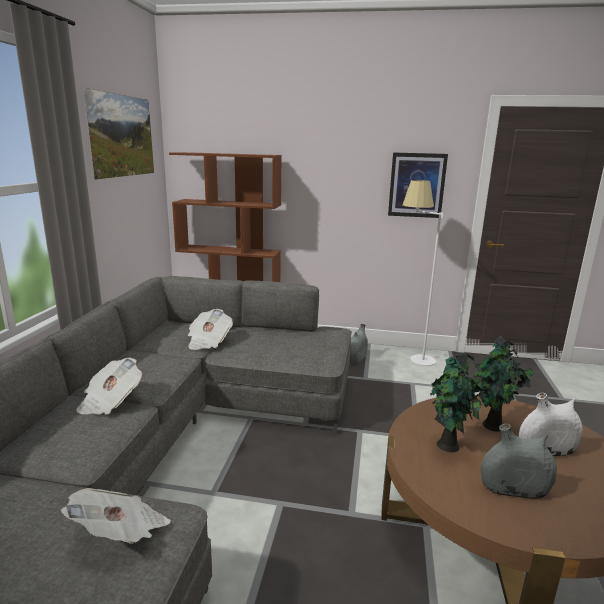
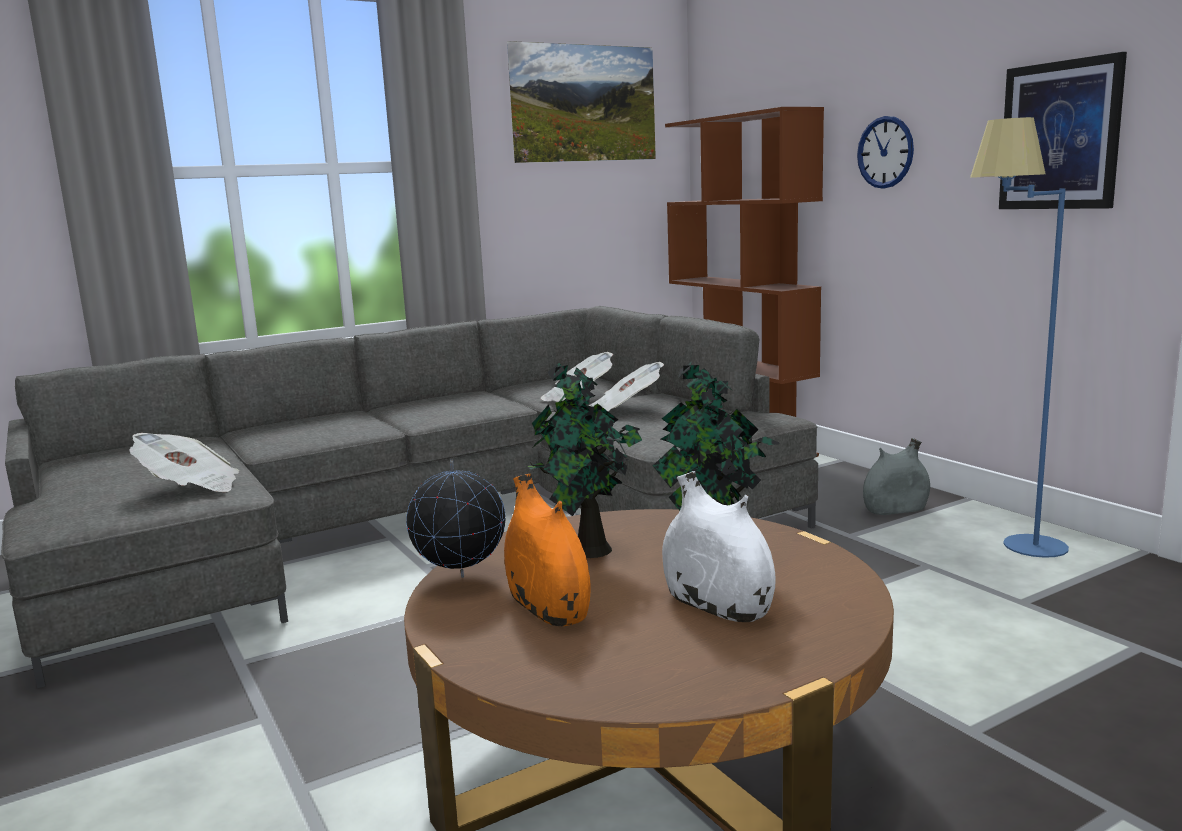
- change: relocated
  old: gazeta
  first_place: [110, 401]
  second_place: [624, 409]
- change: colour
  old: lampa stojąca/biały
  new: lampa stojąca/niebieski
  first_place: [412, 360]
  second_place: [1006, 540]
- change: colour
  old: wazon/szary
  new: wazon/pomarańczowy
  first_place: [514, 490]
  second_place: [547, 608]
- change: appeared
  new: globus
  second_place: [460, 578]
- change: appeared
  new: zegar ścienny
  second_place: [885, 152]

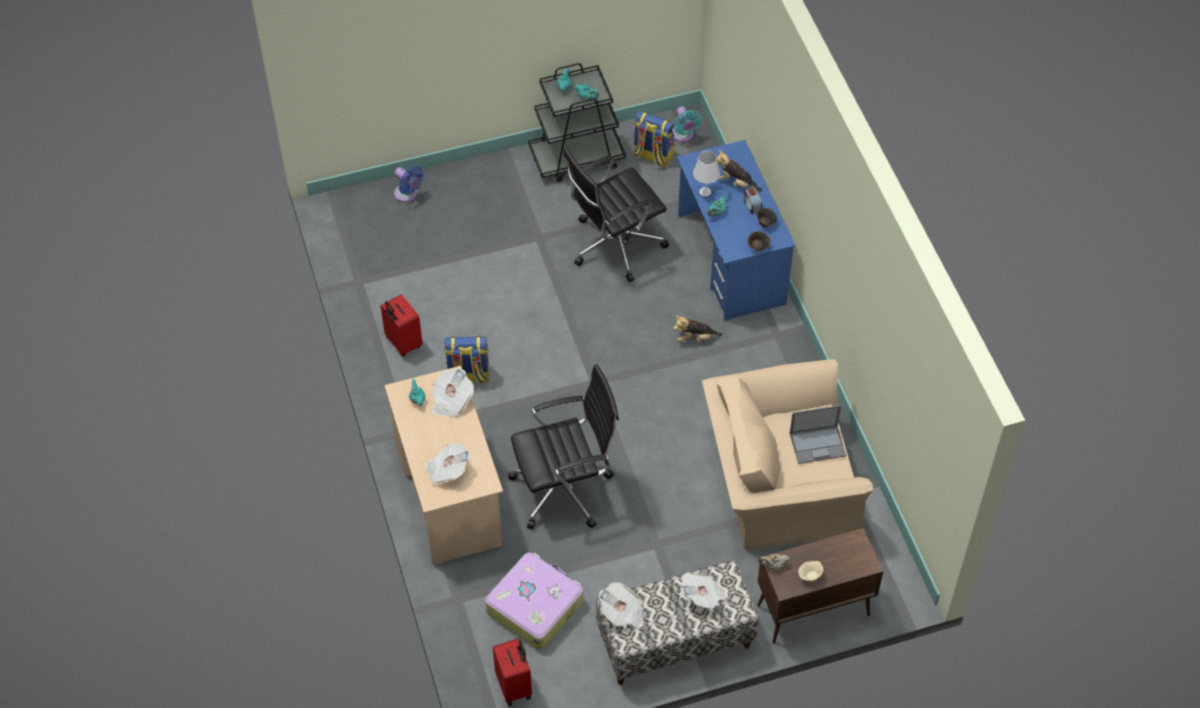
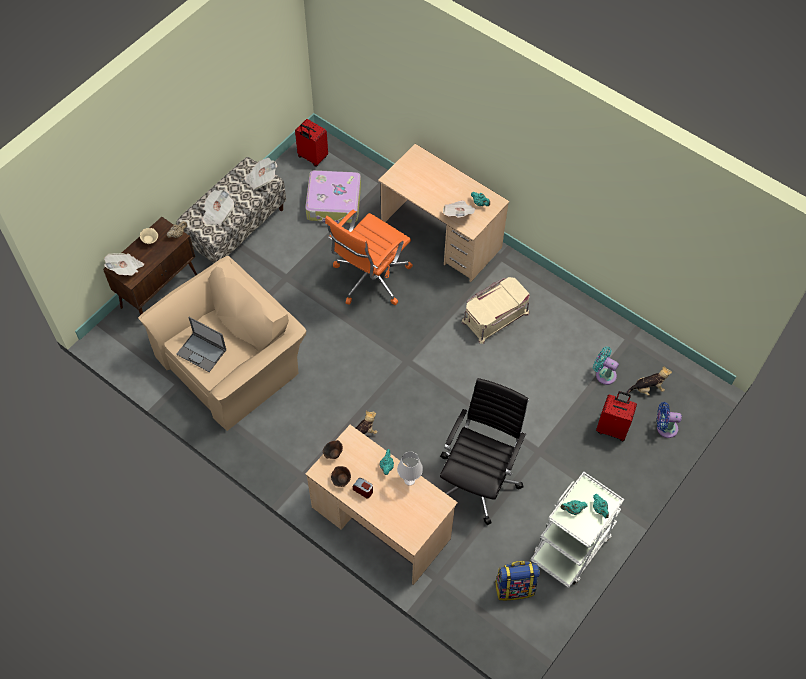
- change: relocated
  old: walizka/czerwony
  first_place: [402, 343]
  second_place: [612, 428]
- change: relocated
  old: gazeta
  first_place: [447, 470]
  second_place: [126, 269]
- change: exchanged
  old: plecak
  new: pojemnik do przechowywania/beżowy
  first_place: [468, 375]
  second_place: [495, 316]
- change: colour
  old: krzesło biurowe/czarny
  new: krzesło biurowe/pomarańczowy
  first_place: [565, 489]
  second_place: [369, 278]
- change: colour
  old: wózek/czarny
  new: wózek/biały
  first_place: [577, 157]
  second_place: [572, 545]
- change: relocated
  old: wentylator/turkusowy
  first_place: [683, 135]
  second_place: [603, 374]
- change: colour
  old: biurko/niebieski
  new: biurko/beżowy
  first_place: [731, 259]
  second_place: [380, 522]
- change: relocated
  old: pluszak
  first_place: [735, 183]
  second_place: [647, 388]
- change: spun
  old: laptop
  first_place: [818, 444]
  second_place: [202, 352]
  degrees: -105

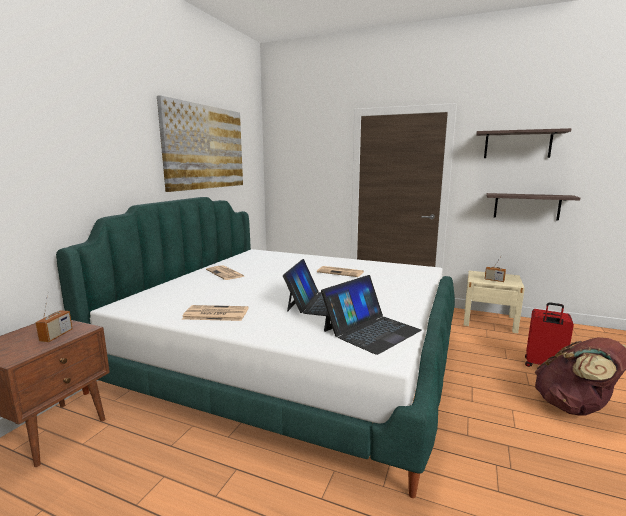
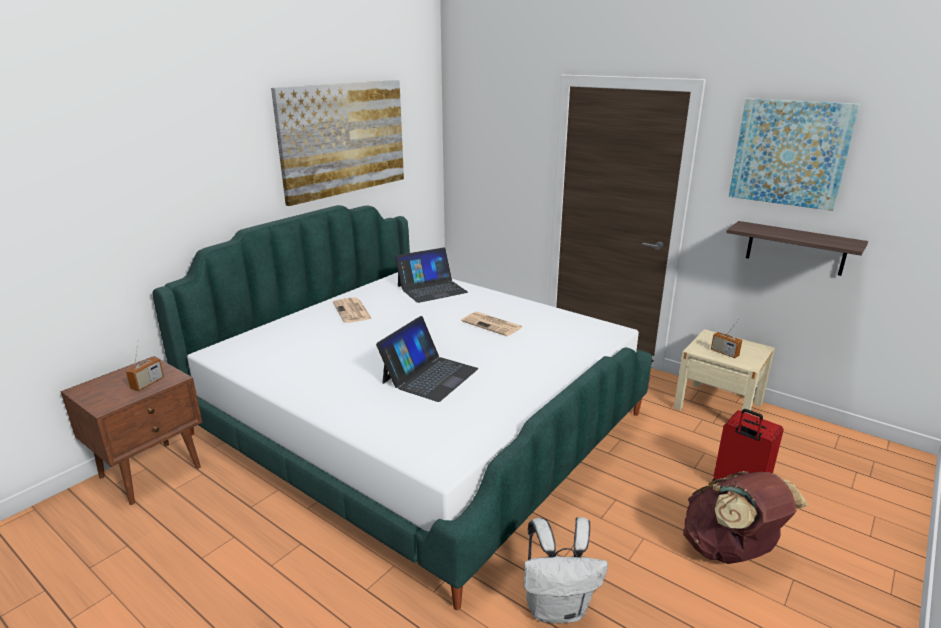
- change: missing
  old: gazeta
  first_place: [215, 314]
- change: relocated
  old: laptop
  first_place: [371, 330]
  second_place: [432, 289]
- change: exchanged
  old: półka
  new: obraz
  first_place: [517, 145]
  second_place: [790, 153]
- change: appeared
  new: plecak/biały
  second_place: [557, 607]

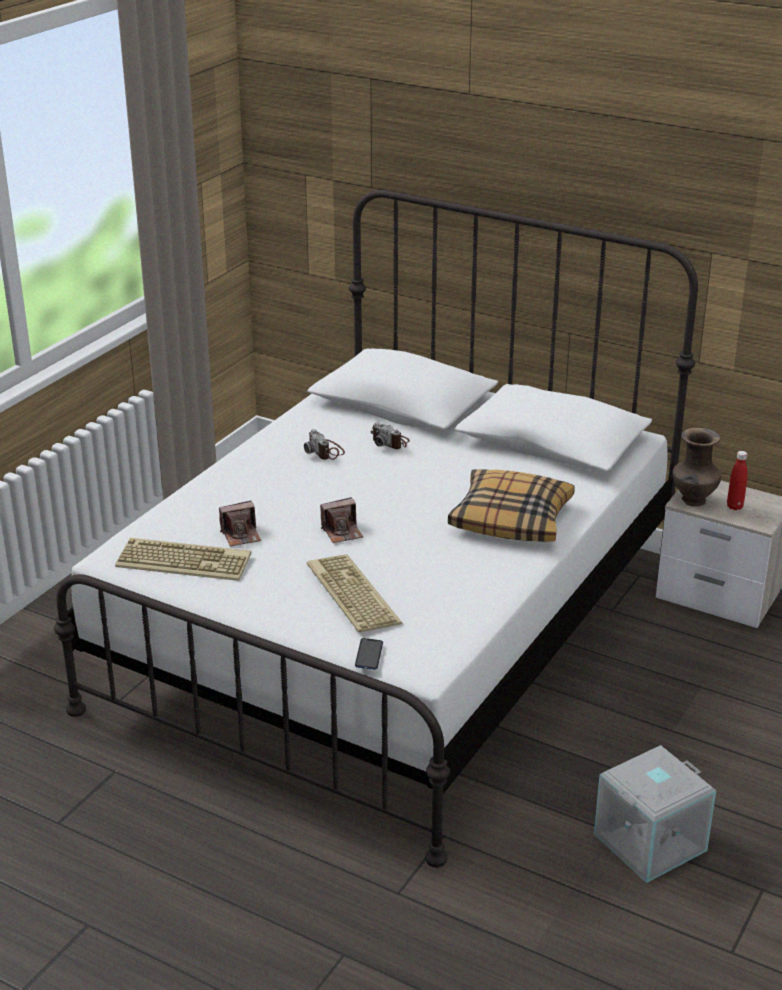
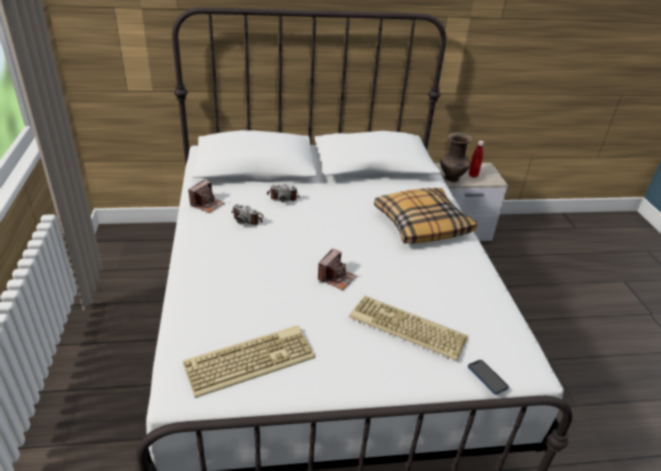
- change: relocated
  old: aparat fotograficzny
  first_place: [241, 535]
  second_place: [207, 204]
- change: missing
  old: pojemnik do przechowywania/szary
  first_place: [649, 841]

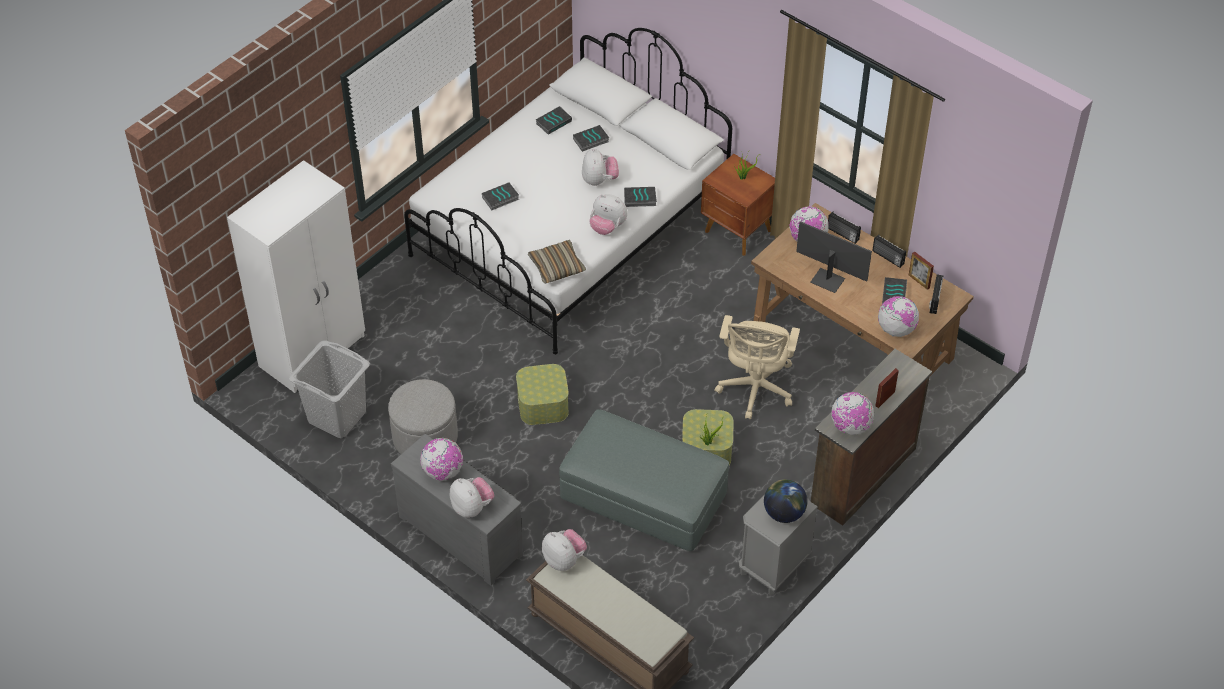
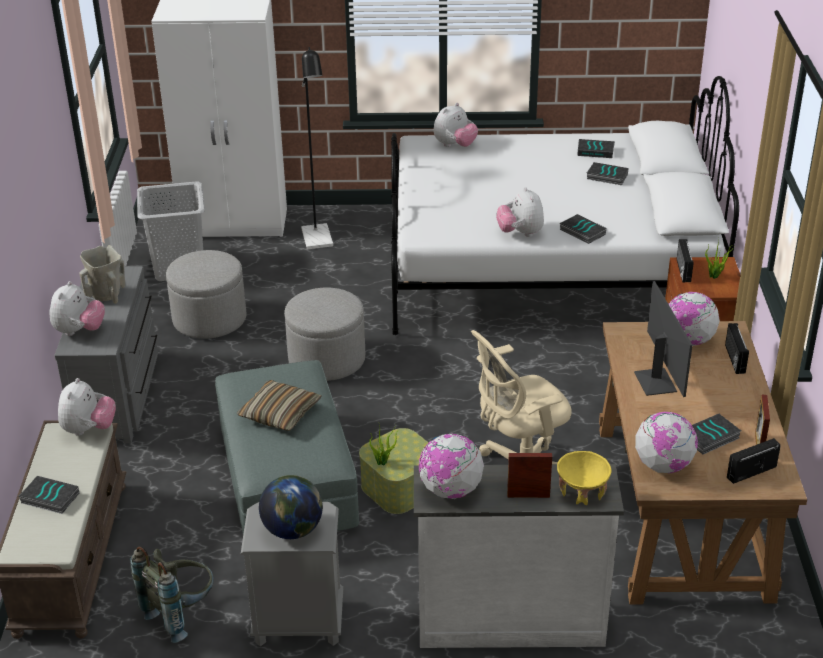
- change: exchanged
  old: globus
  new: wazon/beżowy
  first_place: [443, 472]
  second_place: [106, 296]
- change: relocated
  old: książka
  first_place: [500, 199]
  second_place: [49, 498]
- change: exchanged
  old: pojemnik do przechowywania
  new: pufa/szary
  first_place: [543, 404]
  second_place: [327, 359]
- change: relocated
  old: poduszka
  first_place: [557, 267]
  second_place: [280, 413]
- change: relocated
  old: pluszak
  first_place: [599, 180]
  second_place: [455, 145]
- change: colour
  old: komoda/brązowy
  new: komoda/biały
  first_place: [861, 475]
  second_place: [509, 622]
- change: relocated
  old: radio
  first_place: [887, 258]
  second_place: [682, 270]
- change: appeared
  new: plecak/szary
  second_place: [181, 613]
- change: appeared
  new: lampa stojąca/czarny
  second_place: [318, 242]
- change: appeared
  new: miska/żółty
  second_place: [582, 491]

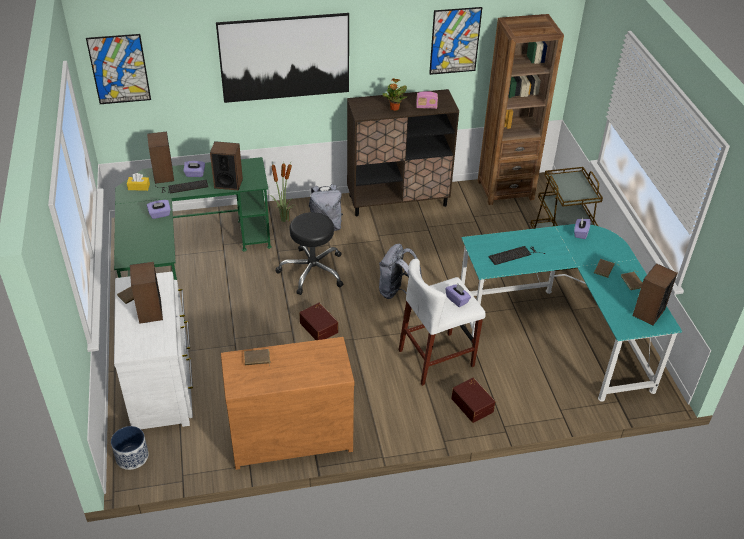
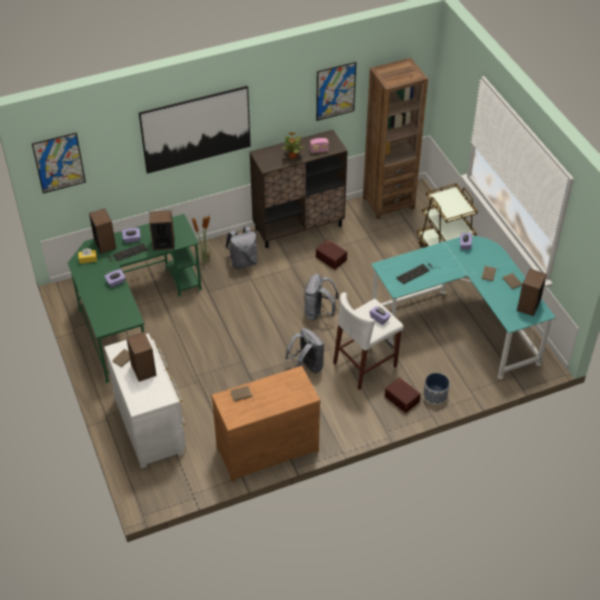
- change: relocated
  old: donica
  first_place: [132, 457]
  second_place: [435, 395]
- change: missing
  old: stołek/czarny
  first_place: [312, 271]
- change: relocated
  old: pojemnik do przechowywania/brązowy
  first_place: [319, 327]
  second_place: [331, 258]
- change: appeared
  new: plecak/szary
  second_place: [307, 367]

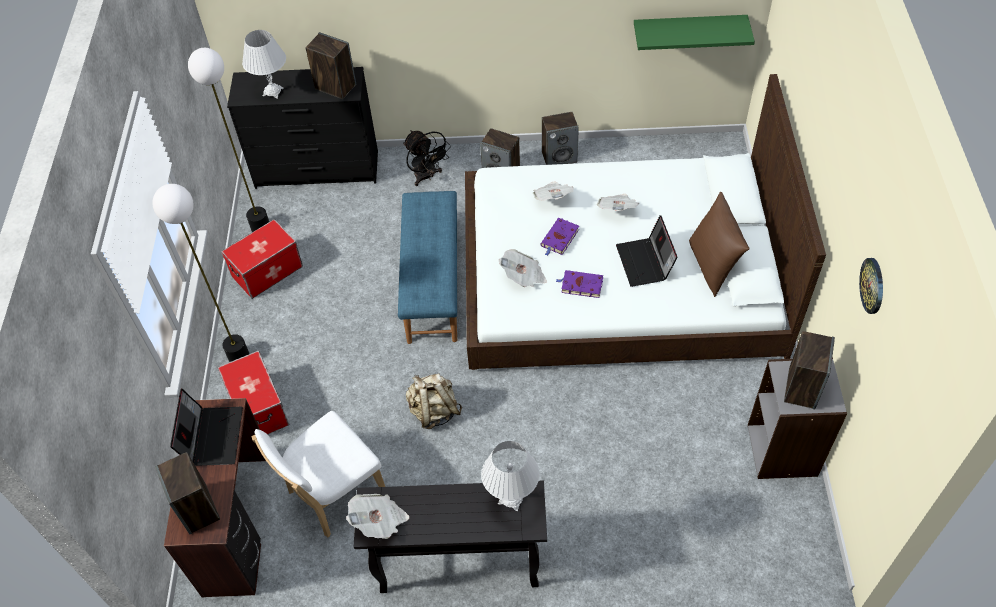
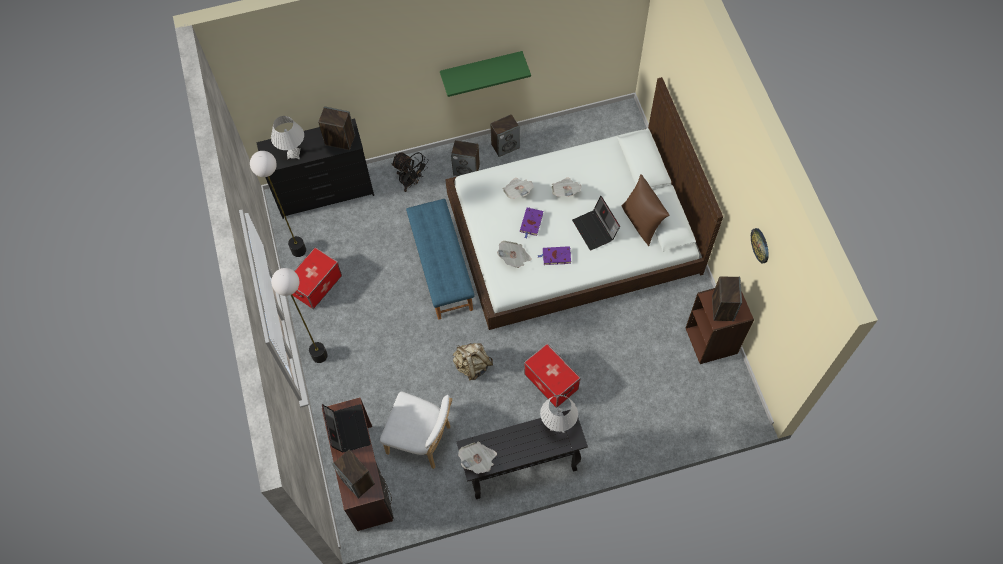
- change: relocated
  old: pojemnik do przechowywania
  first_place: [258, 407]
  second_place: [551, 381]
- change: spun
  old: krzesło/biały
  first_place: [332, 494]
  second_place: [422, 441]
  degrees: -105
- change: relocated
  old: półka/zielony
  first_place: [688, 30]
  second_place: [481, 68]
- change: colour
  old: regał/szary
  new: regał/brązowy
  first_place: [783, 450]
  second_place: [712, 340]

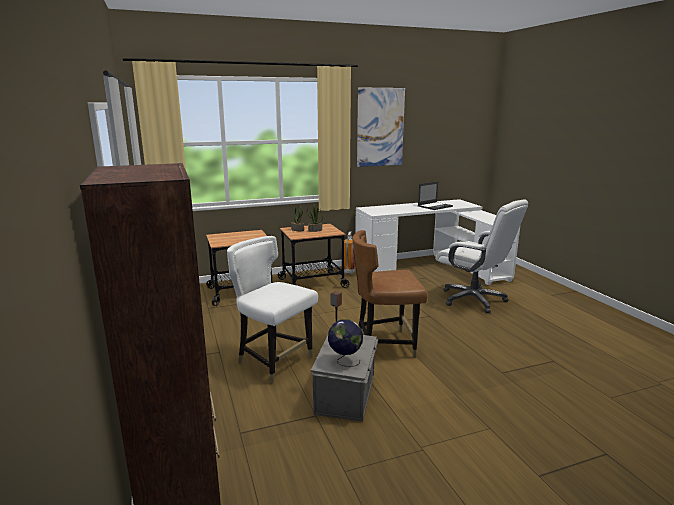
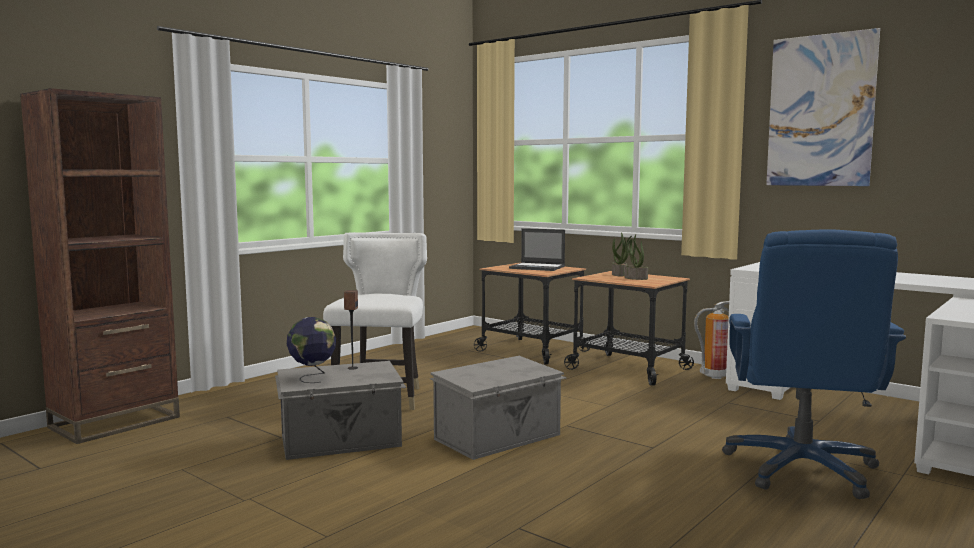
- change: exchanged
  old: krzesło/brązowy
  new: pojemnik do przechowywania/szary
  first_place: [385, 345]
  second_place: [499, 437]
- change: relocated
  old: laptop
  first_place: [435, 206]
  second_place: [538, 267]
- change: colour
  old: krzesło biurowe/biały
  new: krzesło biurowe/niebieski
  first_place: [473, 299]
  second_place: [802, 469]

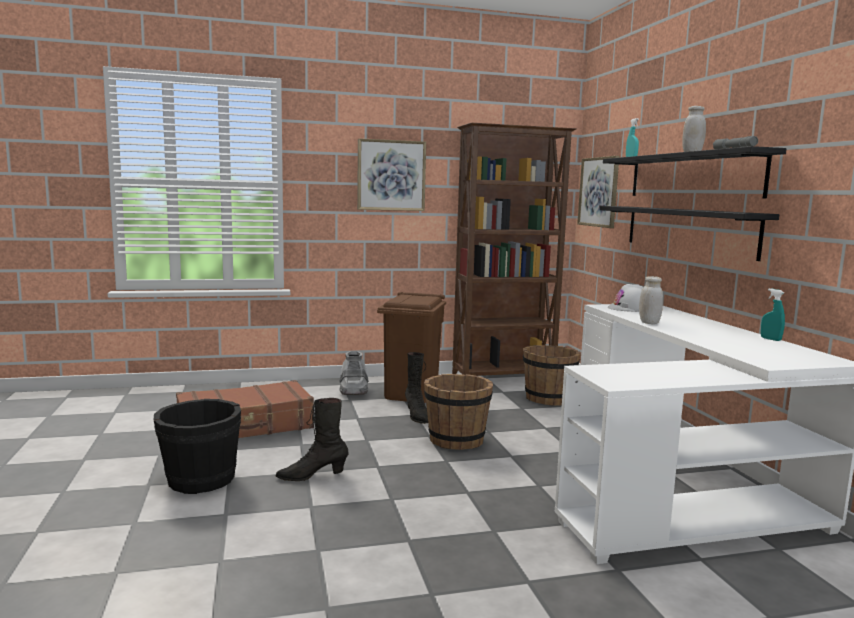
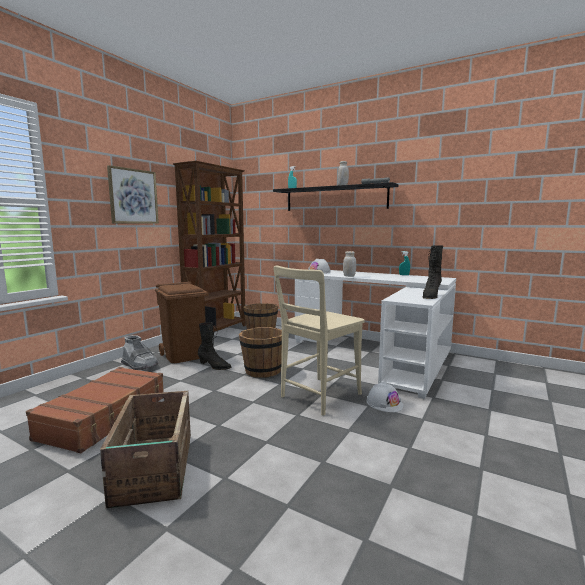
- change: exchanged
  old: wiadro/czarny
  new: skrzynka
  first_place: [200, 480]
  second_place: [153, 469]
- change: relocated
  old: but z cholewką/czarny
  first_place: [312, 476]
  second_place: [431, 296]
- change: missing
  old: obraz
  first_place: [599, 192]
- change: missing
  old: półka/czarny
  first_place: [687, 230]
- change: appeared
  new: krzesło/beżowy
  second_place: [318, 397]
- change: appeared
  new: kask/biały
  second_place: [384, 403]

